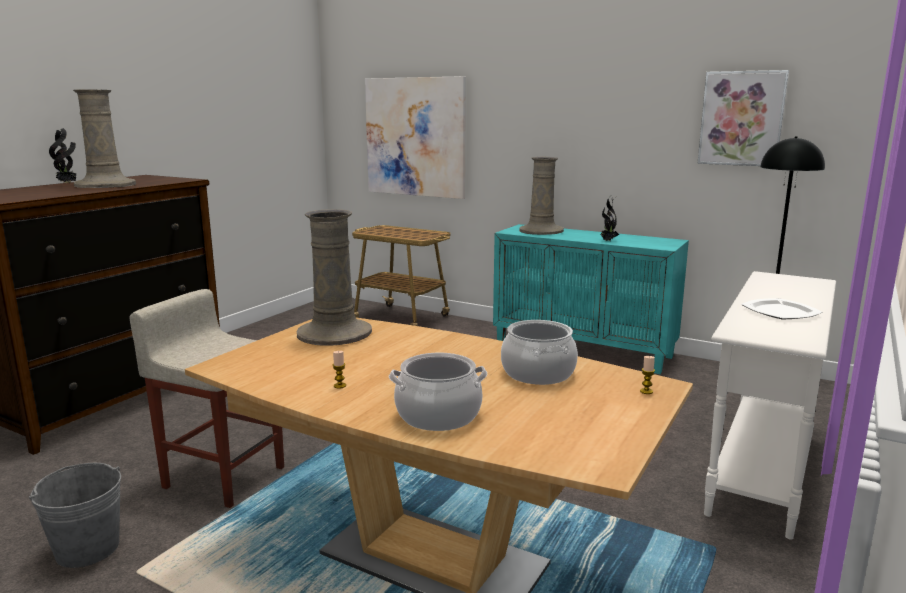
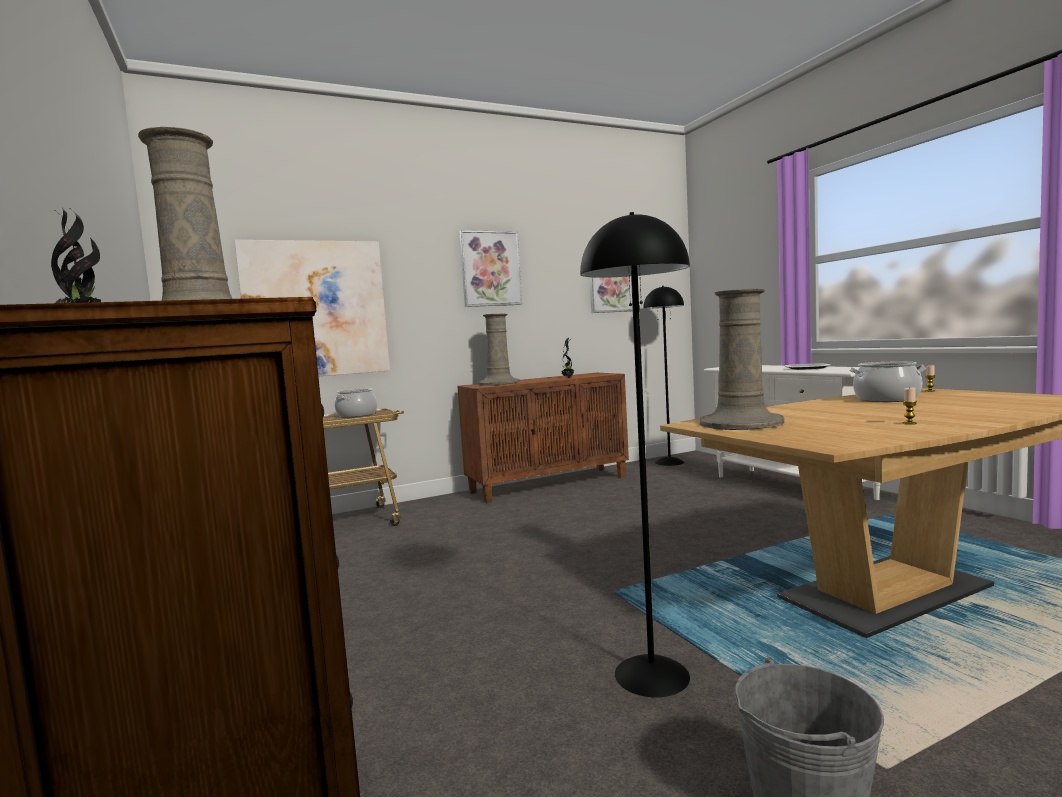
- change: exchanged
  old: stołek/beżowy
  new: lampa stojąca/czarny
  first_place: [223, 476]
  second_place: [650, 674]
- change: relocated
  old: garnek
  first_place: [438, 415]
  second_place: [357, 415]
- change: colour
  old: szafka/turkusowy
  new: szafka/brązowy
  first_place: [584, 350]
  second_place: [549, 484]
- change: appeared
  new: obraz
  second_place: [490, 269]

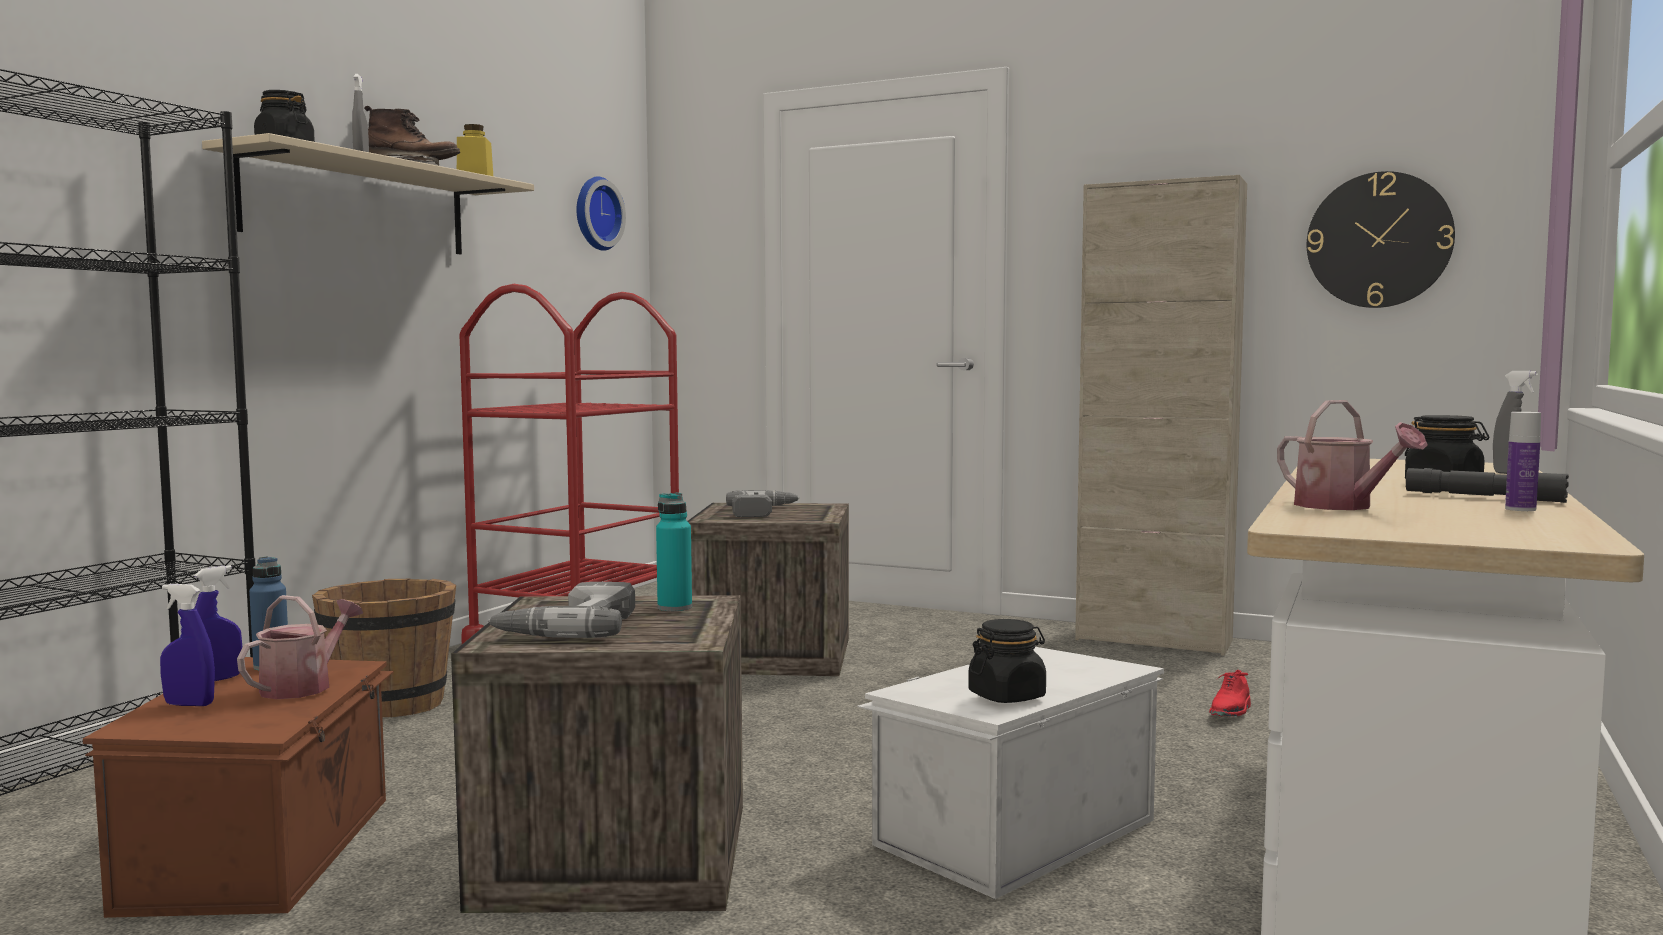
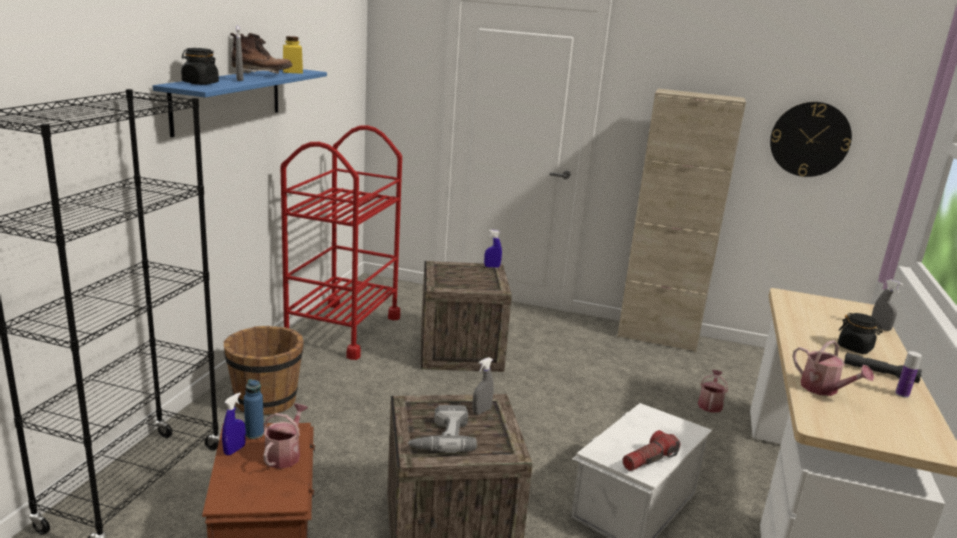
- change: relocated
  old: spryskiwacz/niebieski
  first_place: [189, 704]
  second_place: [492, 267]
- change: colour
  old: półka/beżowy
  new: półka/niebieski
  first_place: [358, 206]
  second_place: [228, 99]
- change: missing
  old: zegar ścienny
  first_place: [595, 214]
- change: exchanged
  old: butelka/turkusowy
  new: spryskiwacz/szary
  first_place: [674, 607]
  second_place: [481, 411]
- change: missing
  old: wiertarka
  first_place: [764, 512]
- change: exchanged
  old: słoik/czarny
  new: latarka
  first_place: [1007, 696]
  second_place: [649, 460]
- change: exchanged
  old: but/czerwony
  new: konewka
  first_place: [1230, 713]
  second_place: [710, 404]

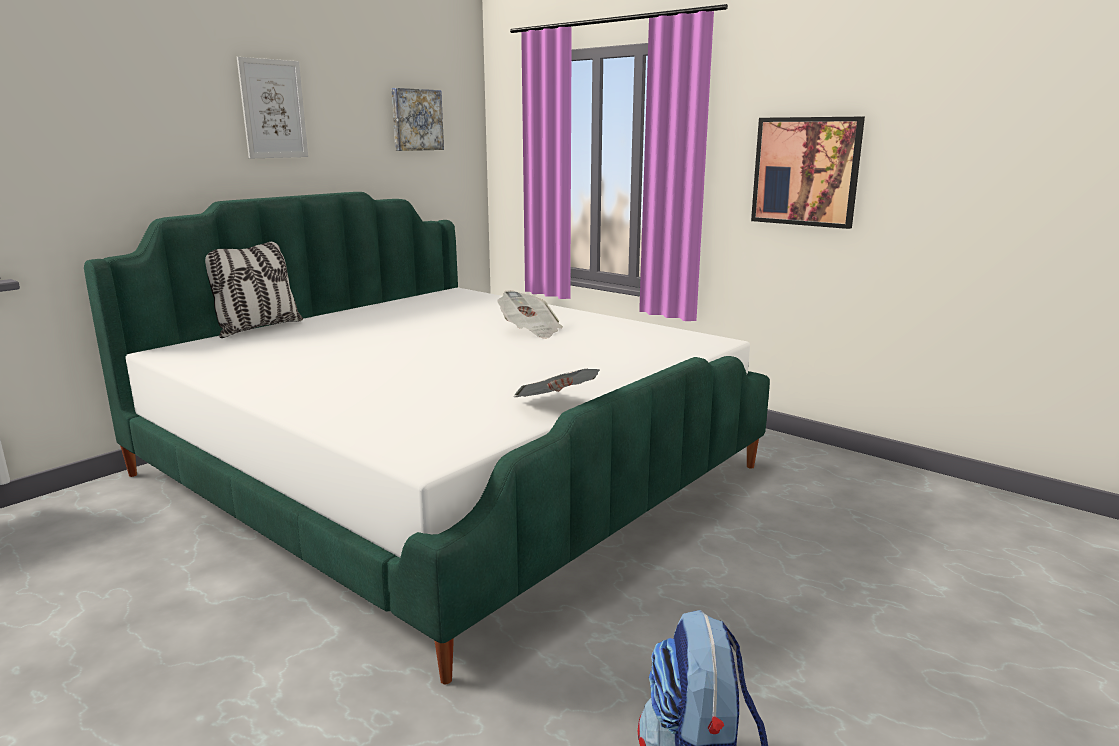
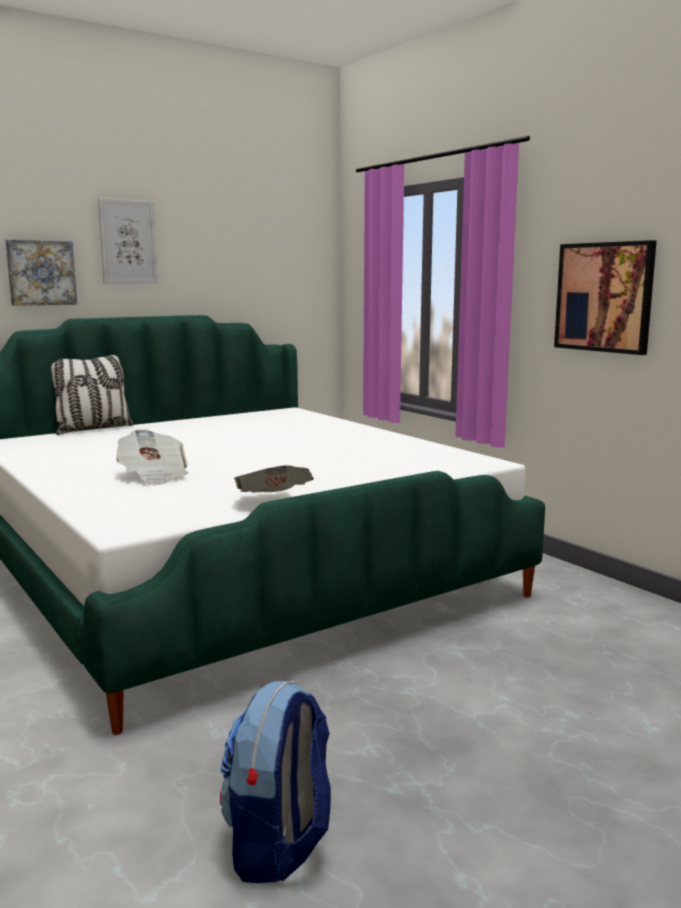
- change: relocated
  old: obraz
  first_place: [416, 120]
  second_place: [41, 273]
- change: relocated
  old: gazeta
  first_place: [530, 331]
  second_place: [153, 476]

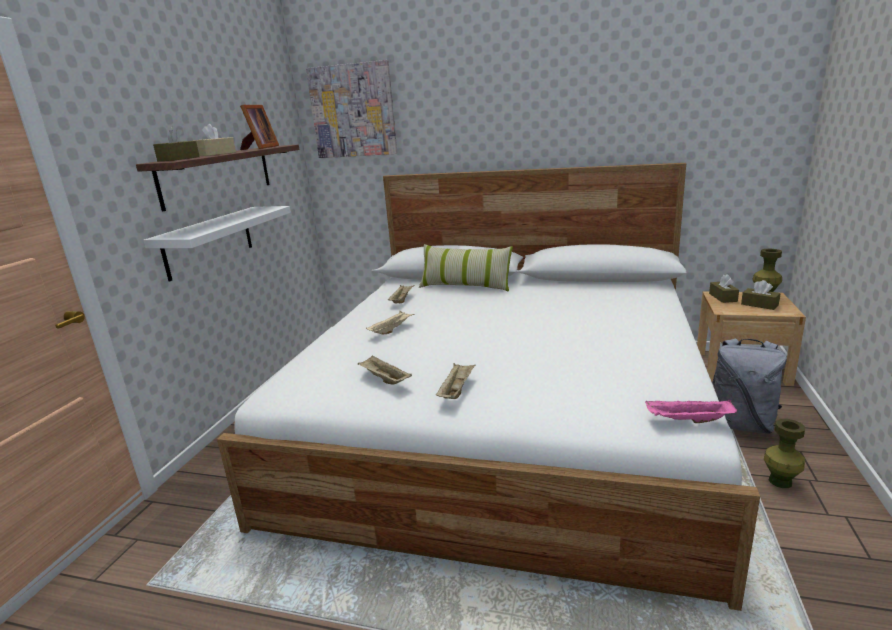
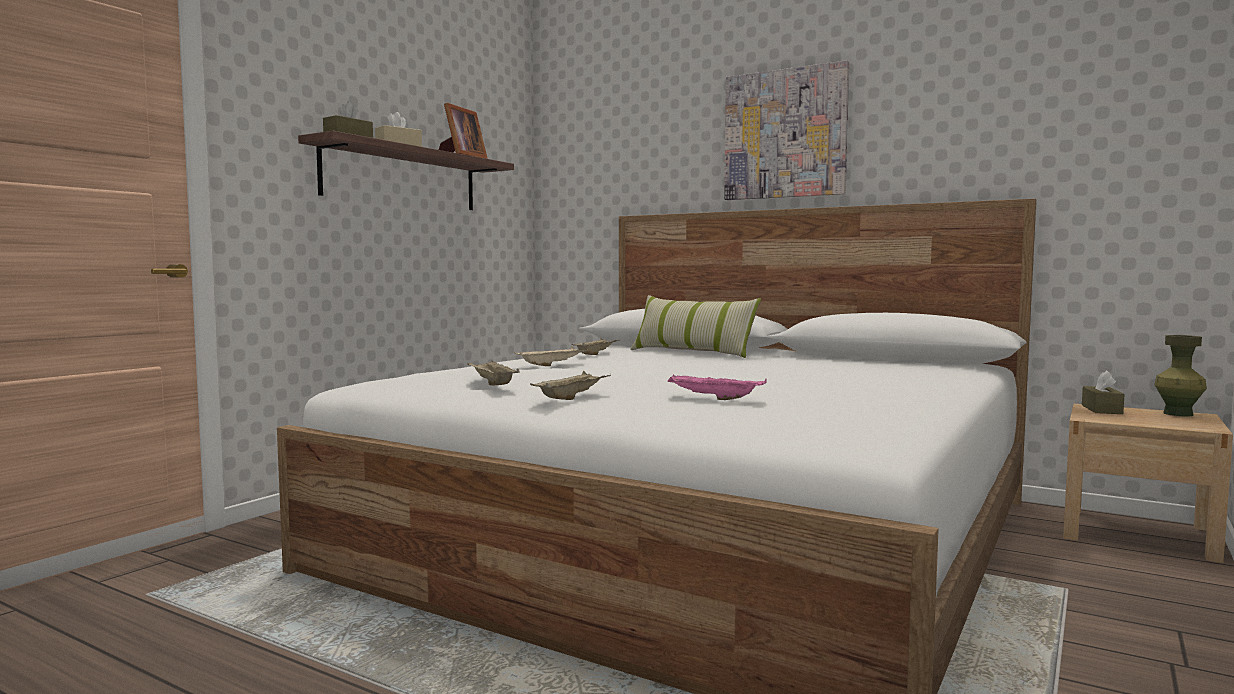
- change: missing
  old: półka/biały
  first_place: [209, 242]
- change: relocated
  old: obraz
  first_place: [353, 111]
  second_place: [785, 134]
- change: relocated
  old: taca/różowy
  first_place: [688, 421]
  second_place: [713, 398]
- change: missing
  old: plecak/szary
  first_place: [740, 424]
- change: missing
  old: pudełko chusteczek/brązowy
  first_place: [759, 305]
- change: missing
  old: wazon/zielony
  first_place: [780, 481]

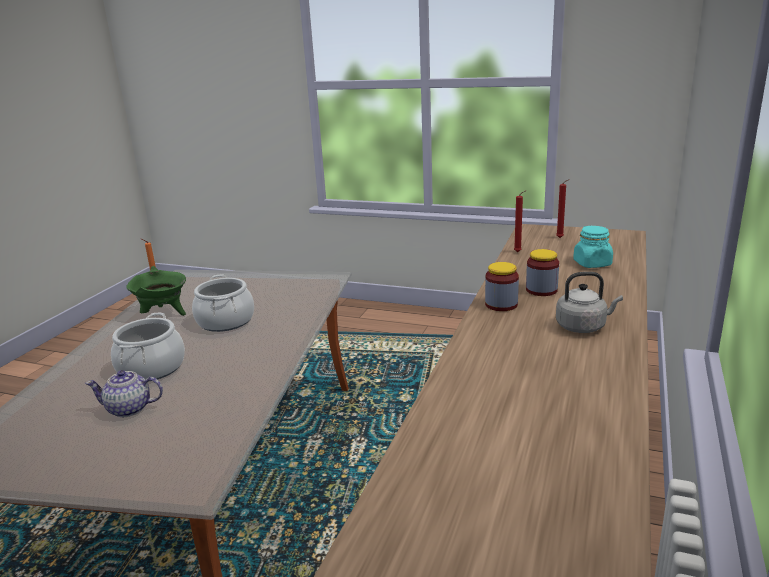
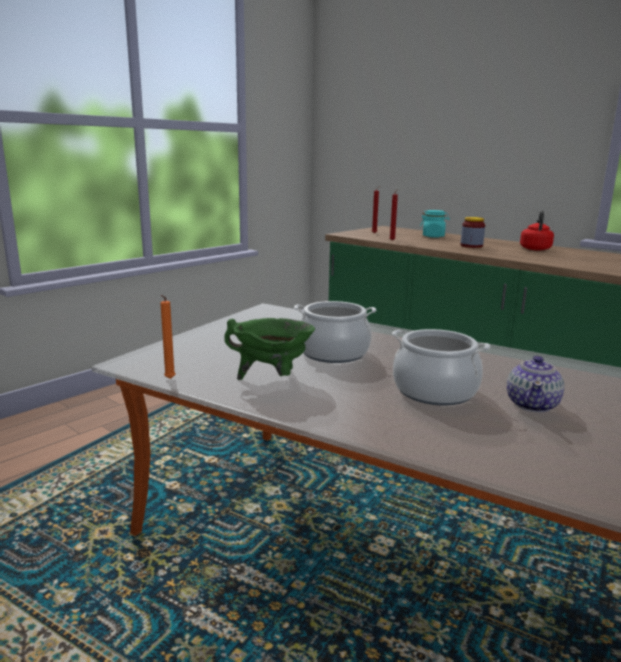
- change: missing
  old: słoik
  first_place: [501, 304]
- change: colour
  old: czajnik/szary
  new: czajnik/czerwony
  first_place: [583, 326]
  second_place: [535, 249]

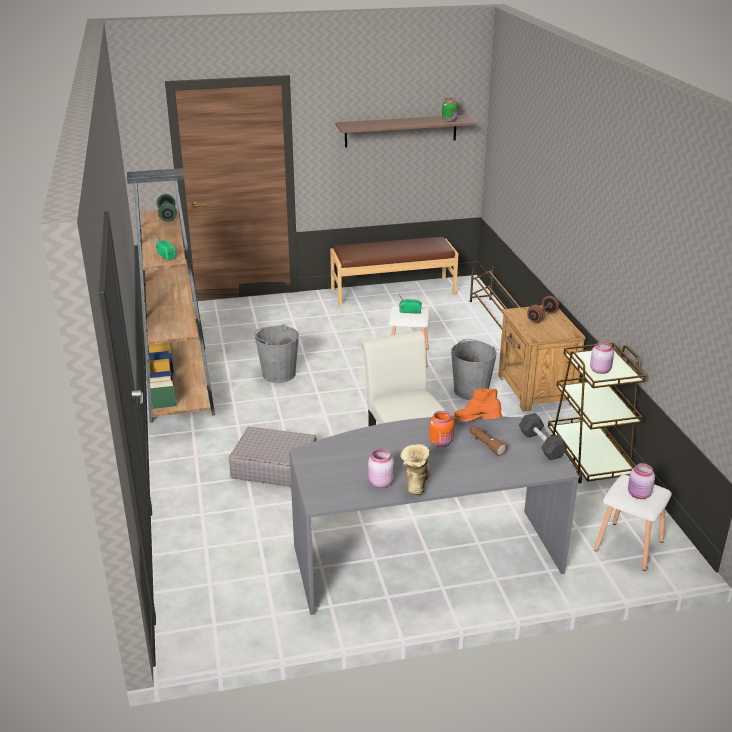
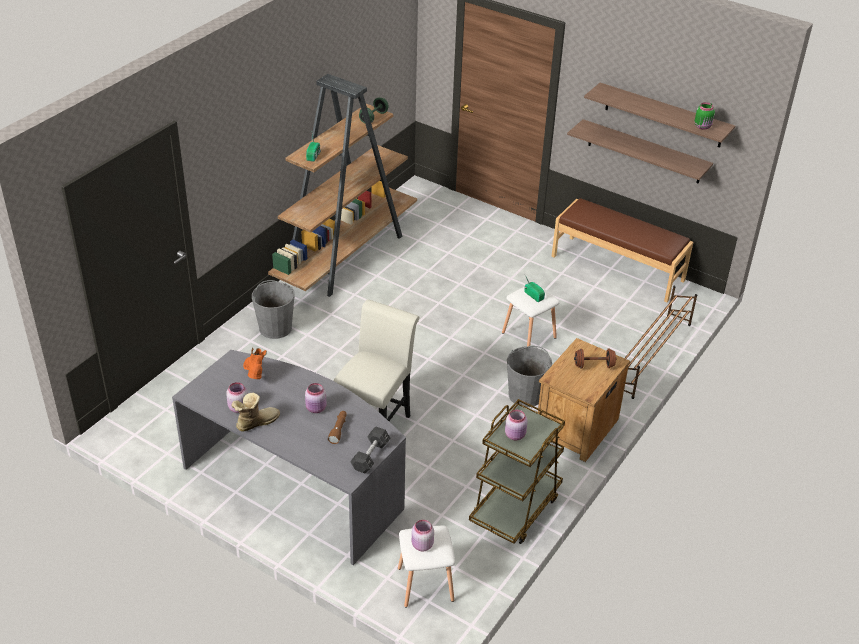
- change: missing
  old: walizka/szary
  first_place: [274, 467]
- change: relocated
  old: wiadro/szary
  first_place: [278, 374]
  second_place: [275, 328]
- change: colour
  old: słoik/pomarańczowy
  new: słoik/różowy
  first_place: [441, 442]
  second_place: [316, 408]
- change: relocated
  old: but z cholewką/pomarańczowy
  first_place: [477, 424]
  second_place: [255, 376]
- change: appeared
  new: półka
  second_place: [644, 152]

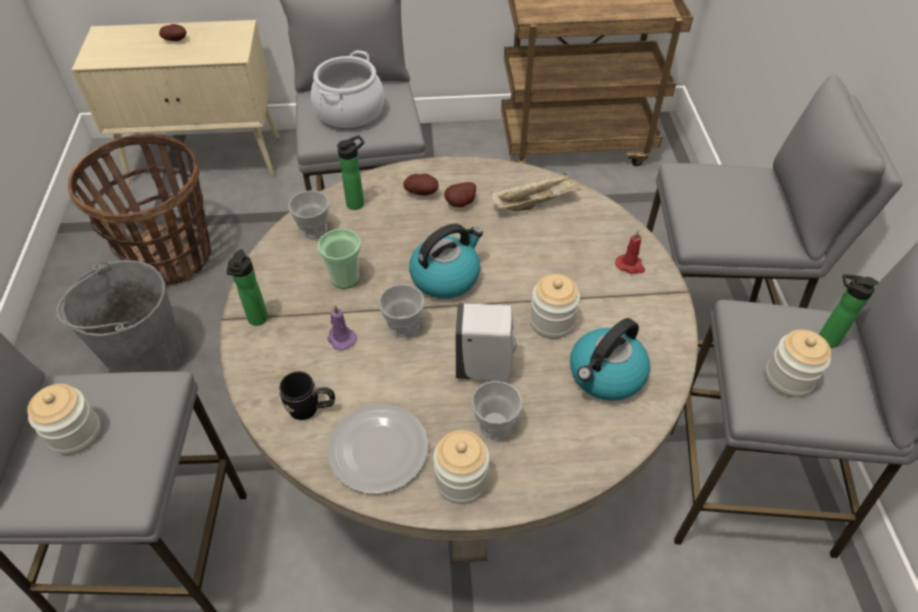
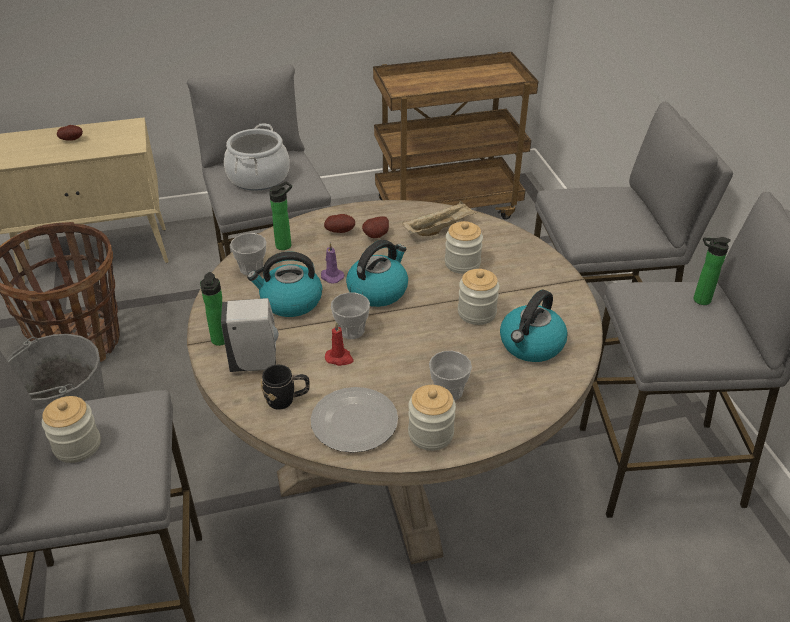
- change: exchanged
  old: filiżanka
  new: czajnik
  first_place: [345, 278]
  second_place: [290, 302]
- change: relocated
  old: świeca/fioletowy
  first_place: [341, 338]
  second_place: [331, 276]
- change: relocated
  old: dozownik mydła/biały
  first_place: [485, 368]
  second_place: [256, 363]
- change: relocated
  old: świeca/czerwony
  first_place: [630, 266]
  second_place: [339, 358]
- change: relocated
  old: słoik
  first_place: [788, 378]
  second_place: [462, 263]

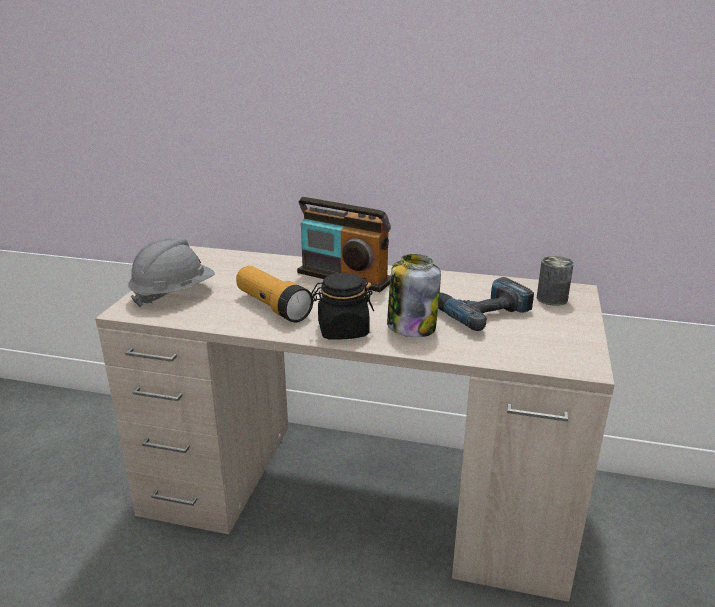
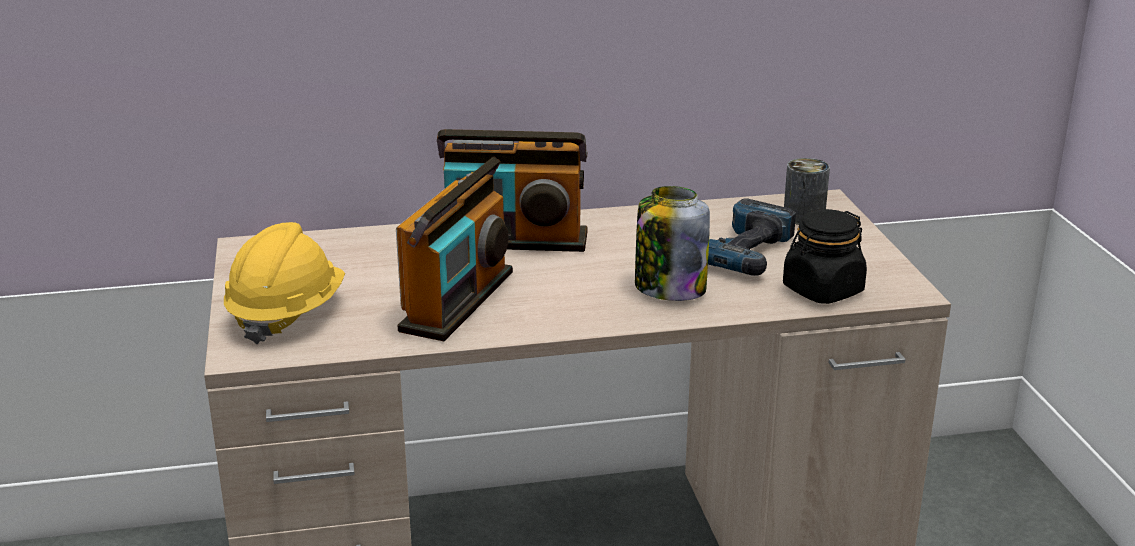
- change: colour
  old: kask/szary
  new: kask/żółty
  first_place: [173, 294]
  second_place: [286, 314]
- change: exchanged
  old: latarka
  new: radio
  first_place: [273, 306]
  second_place: [458, 301]
- change: relocated
  old: słoik/czarny
  first_place: [343, 330]
  second_place: [822, 290]

